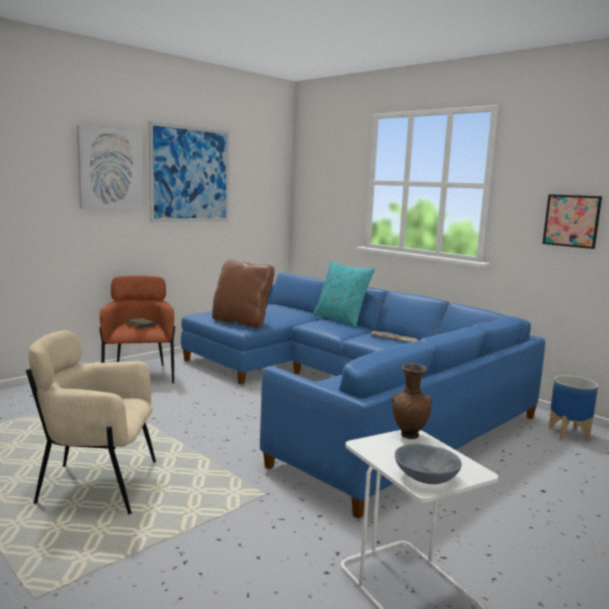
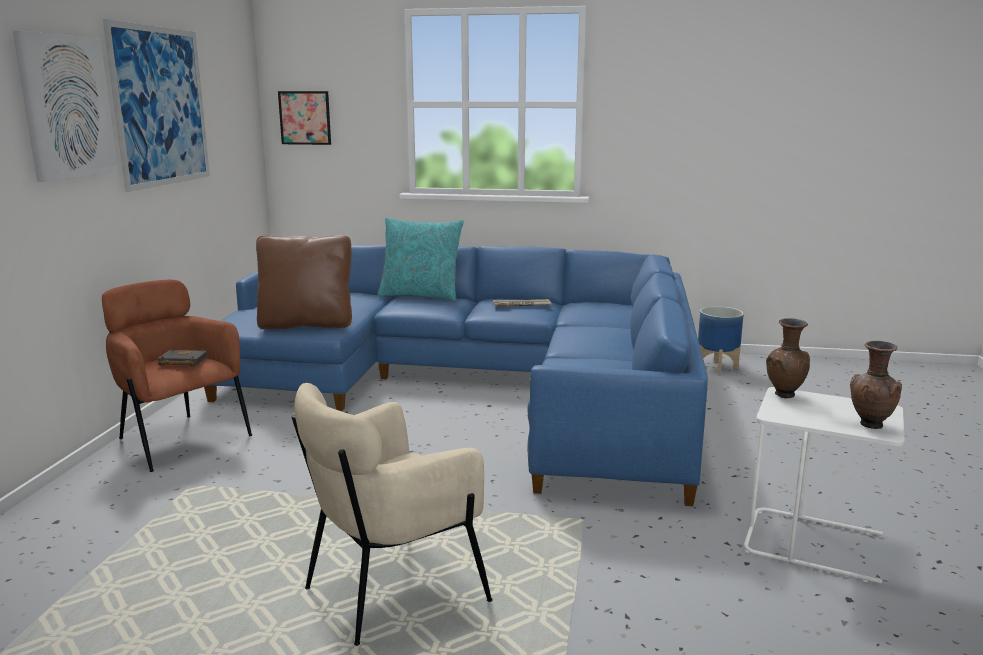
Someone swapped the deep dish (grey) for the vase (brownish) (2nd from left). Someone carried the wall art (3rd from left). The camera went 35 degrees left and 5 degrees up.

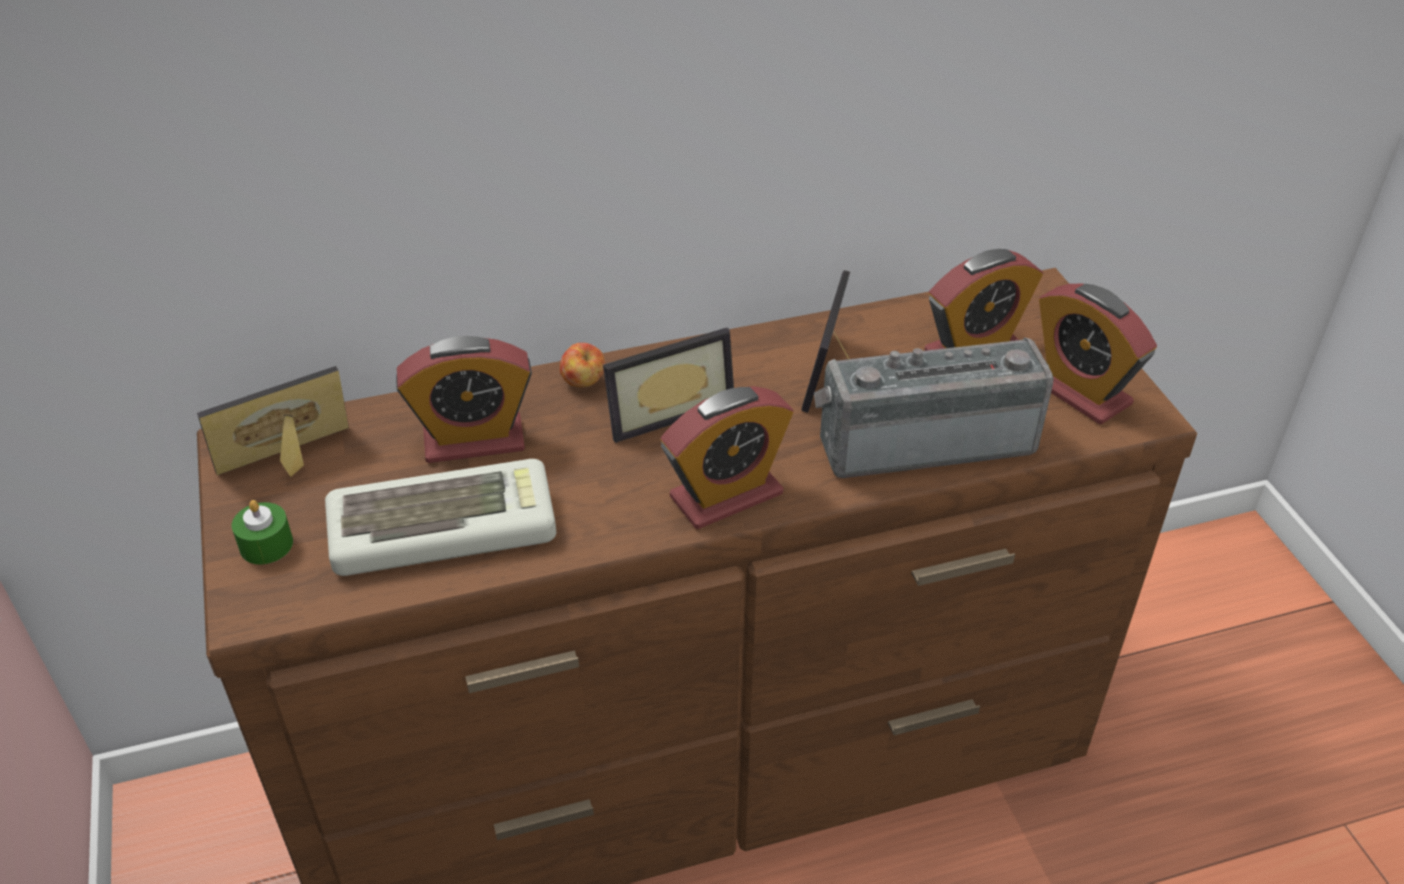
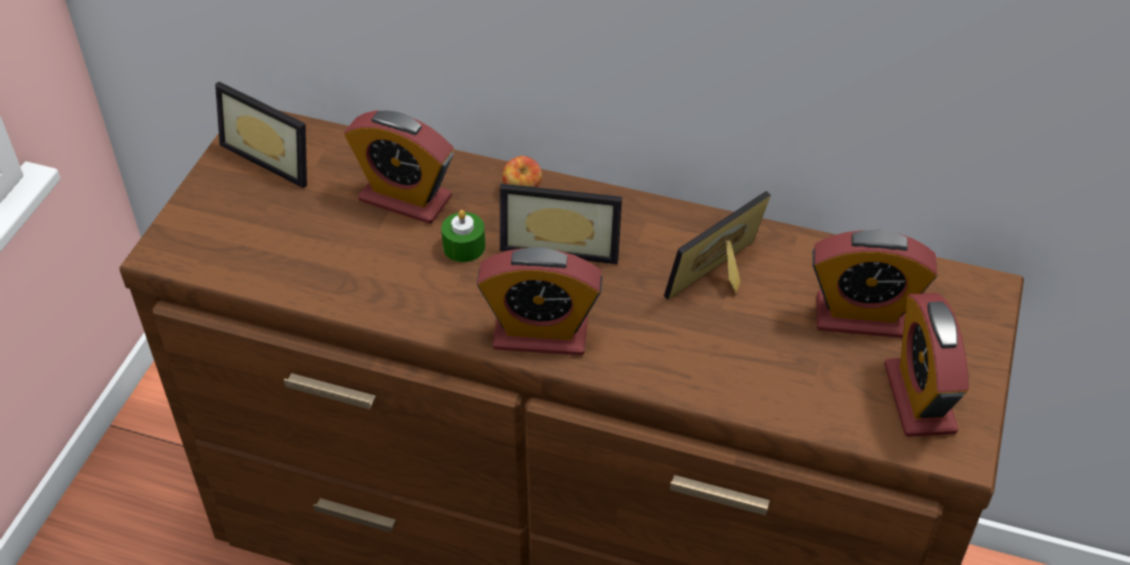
Someone rotated the picture frame (1st from left) by 150 degrees counterclockwise. Someone carried the wax candle (green-coloured). Someone took away the PC keyboard. Someone took away the radio receiver. The camera went 35 degrees right and 5 degrees up.

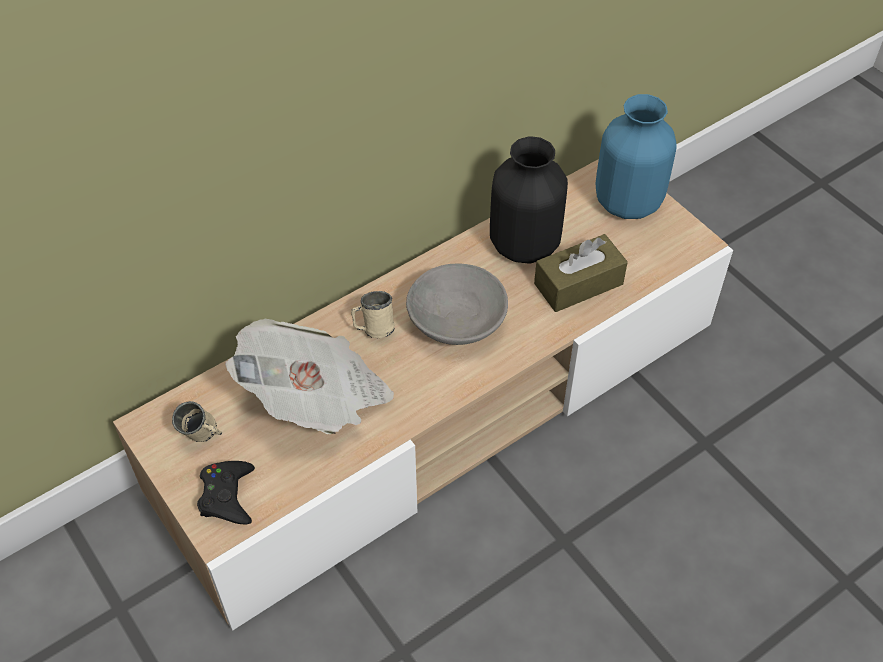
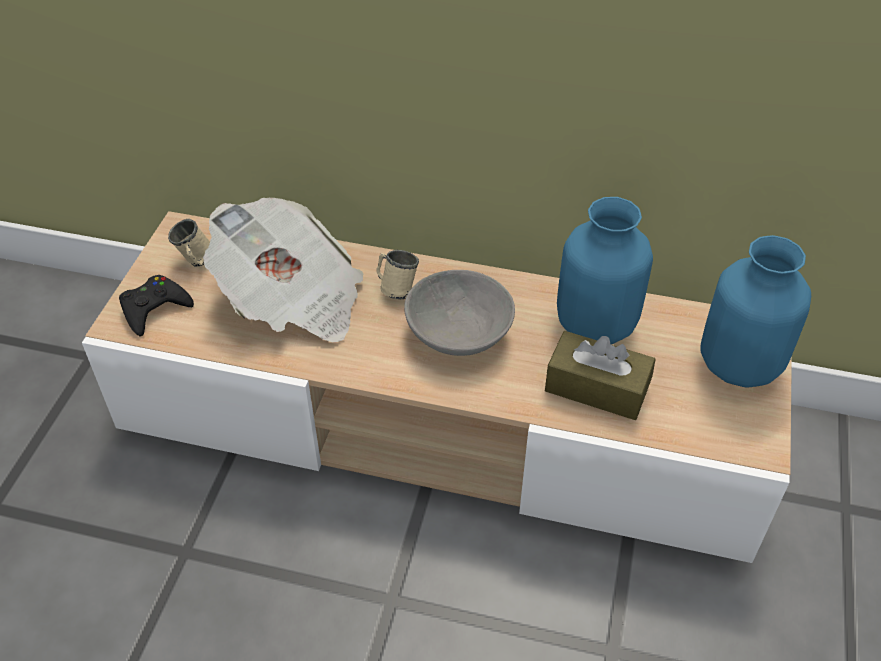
Someone repainted the vase (black-coloured), which became the vase (blue) (1st from left). The camera went 50 degrees right and 5 degrees down.

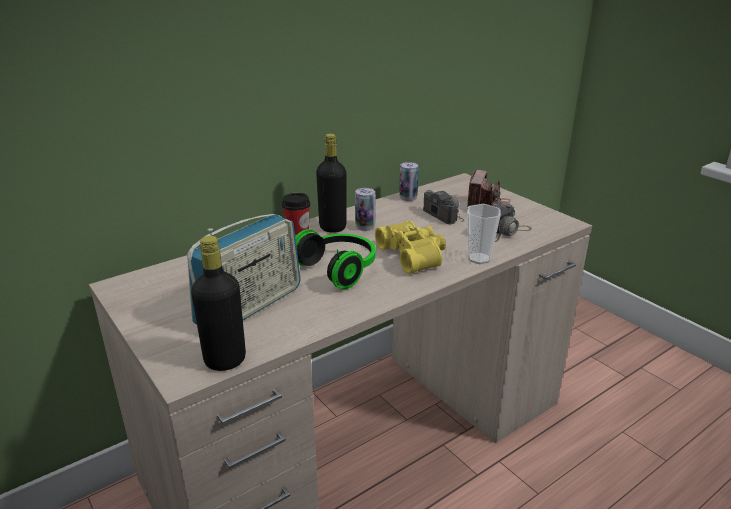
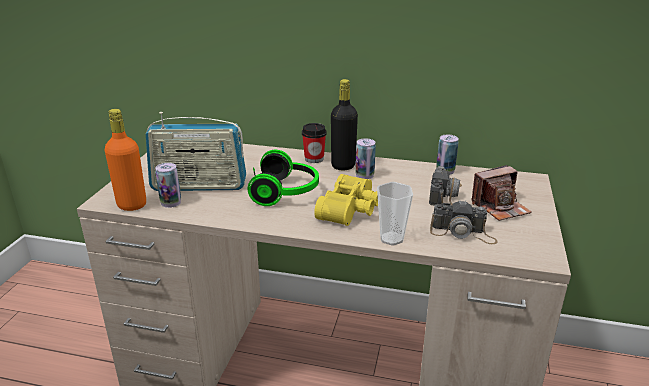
Someone repainted the bottle (black-coloured) (1st from left), which became the bottle (orange-coloured). Someone put down the sealed can (1st from left). The camera went 50 degrees right and 0 degrees up.

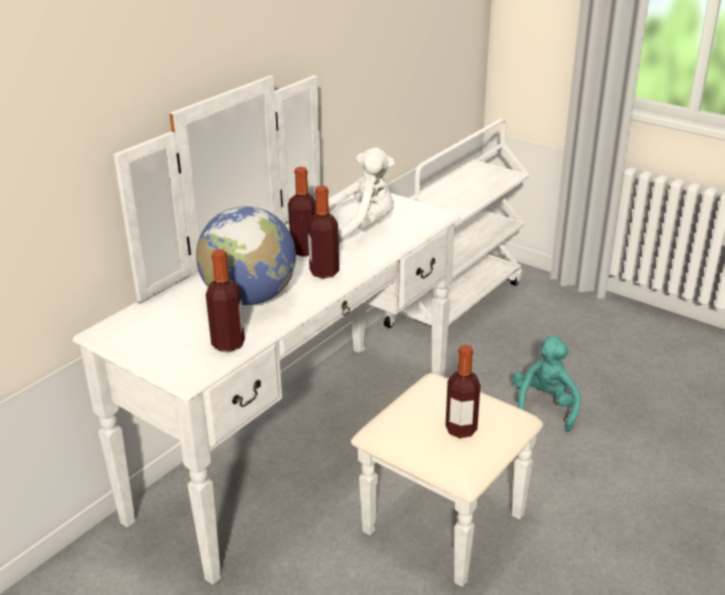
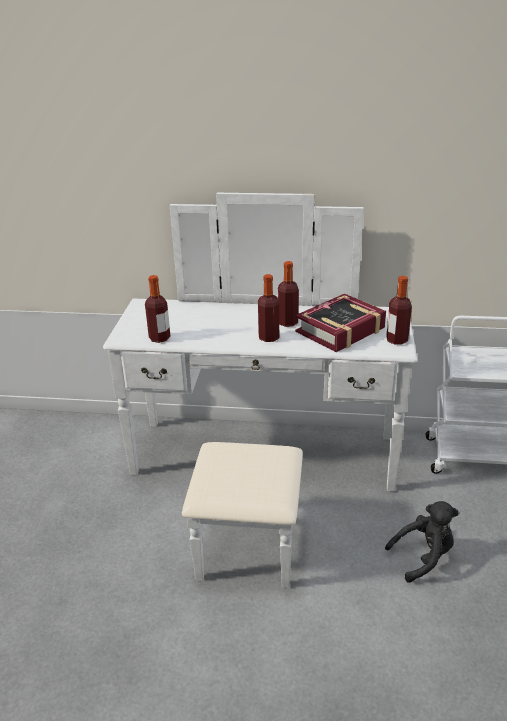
Someone took away the globe. Someone swapped the soft toy (white-coloured) for the bound book. Someone carried the bottle (4th from left). Someone repainted the soft toy (turquoise), which became the soft toy (black-coloured). The camera went 60 degrees right and 0 degrees up.

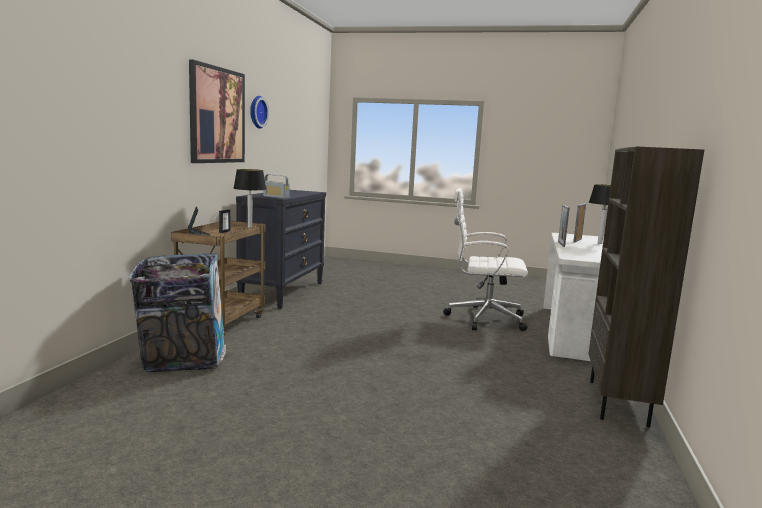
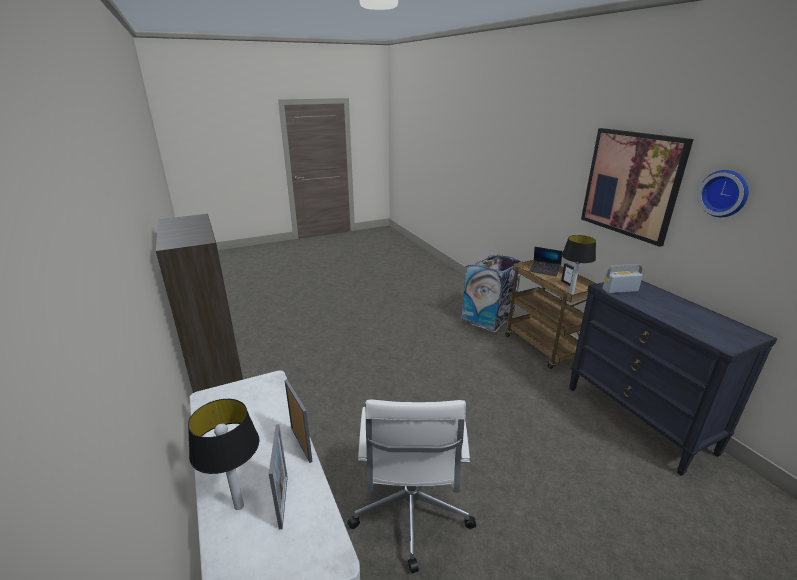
Someone rotated the desk chair (white-coloured) by 120 degrees clockwise. The camera went 140 degrees right and 15 degrees up.

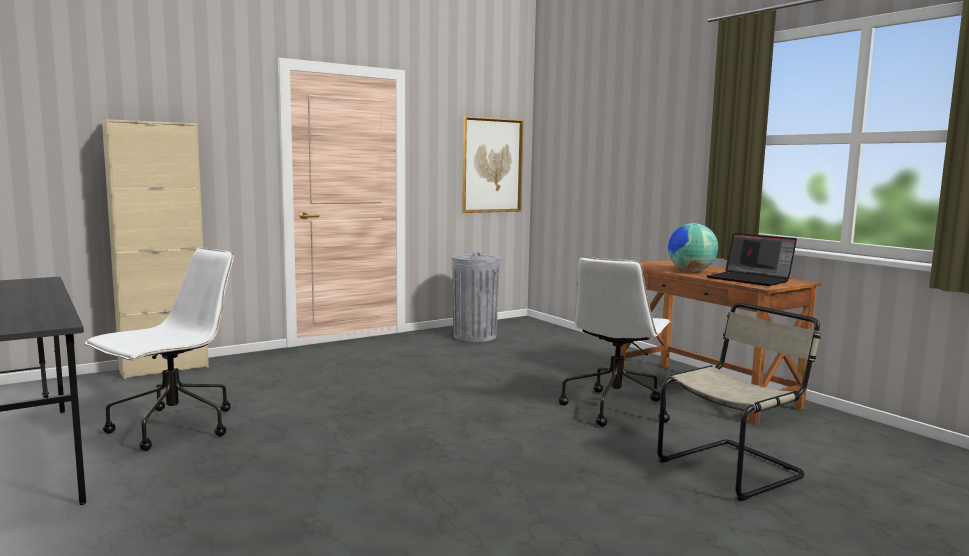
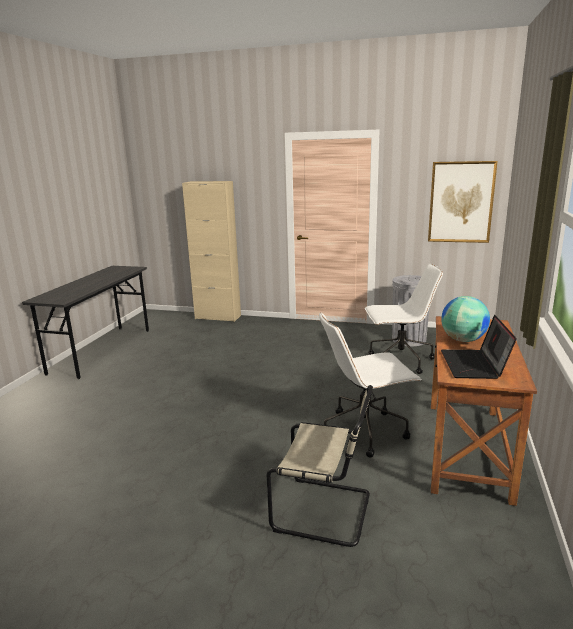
Someone carried the desk chair (white-coloured) (1st from left in the first image). The camera went 50 degrees right and 10 degrees up.

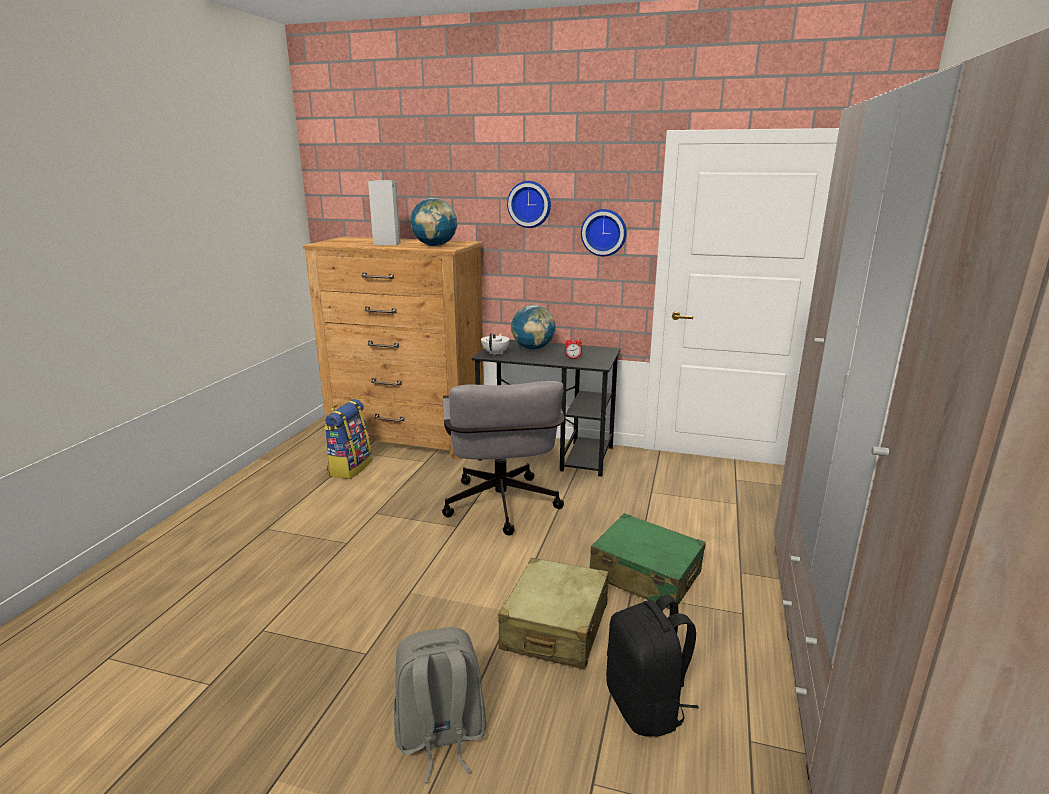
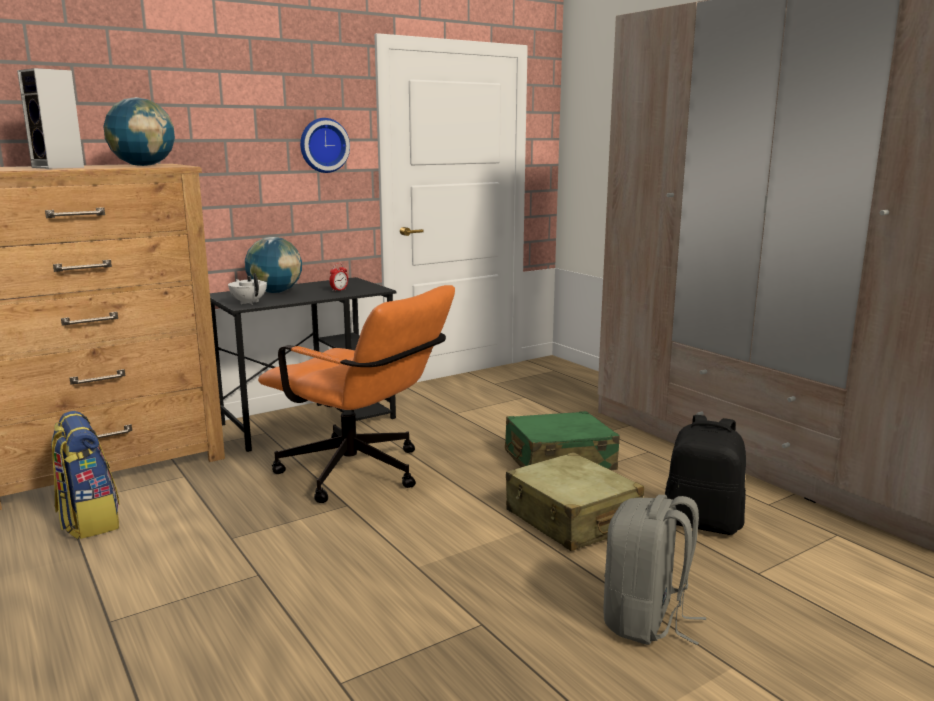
Someone repainted the desk chair (grey), which became the desk chair (orange-coloured). Someone took away the hanging clock (1st from left). The camera went 50 degrees left and 5 degrees down.

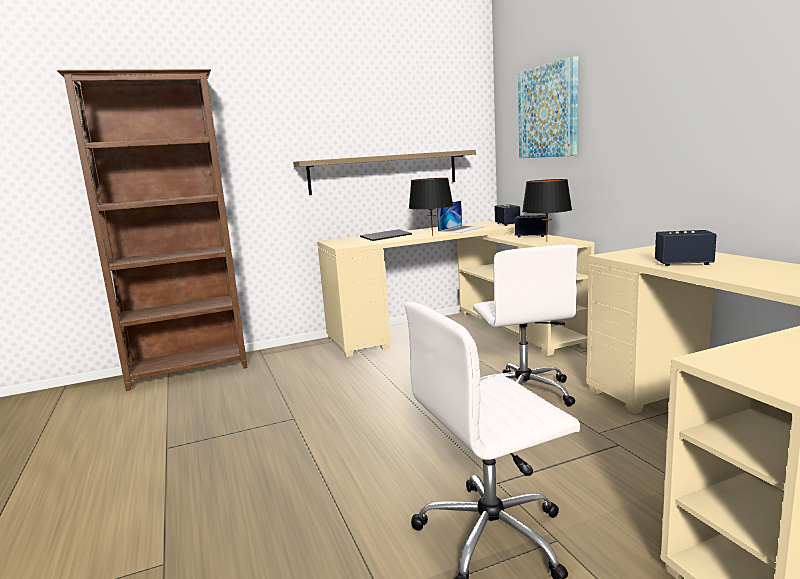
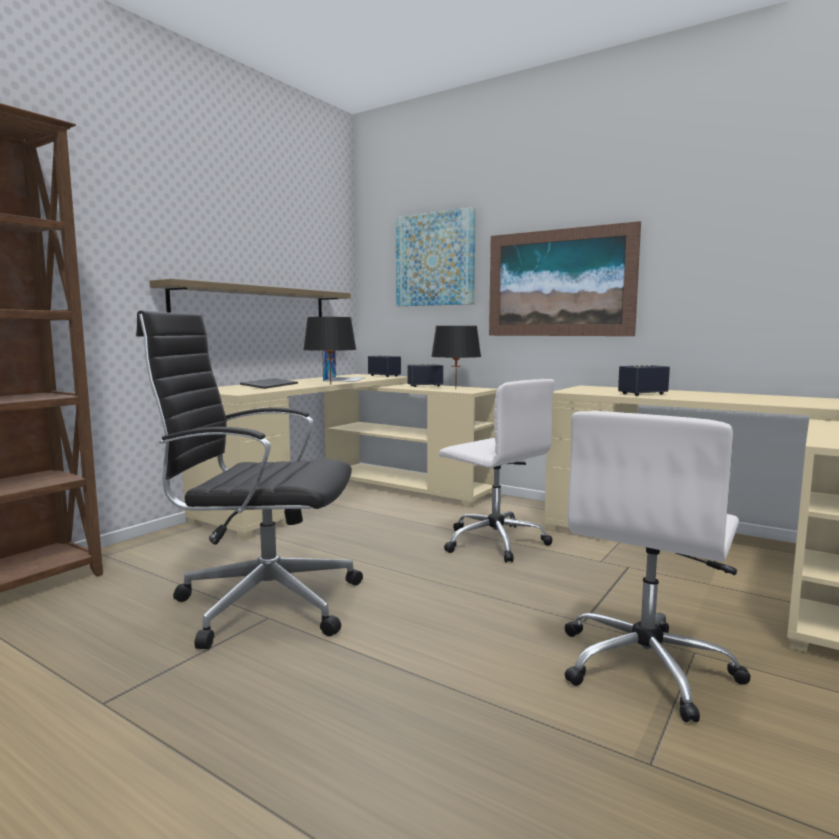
Someone put down the desk chair (black-coloured). Someone put up the wall art (2nd from left). The camera went 35 degrees left and 5 degrees down.

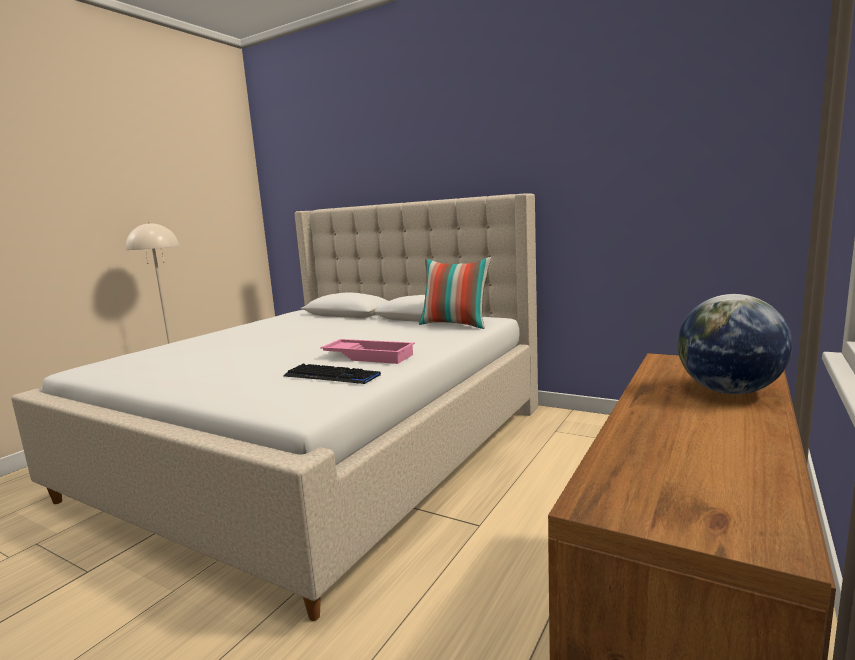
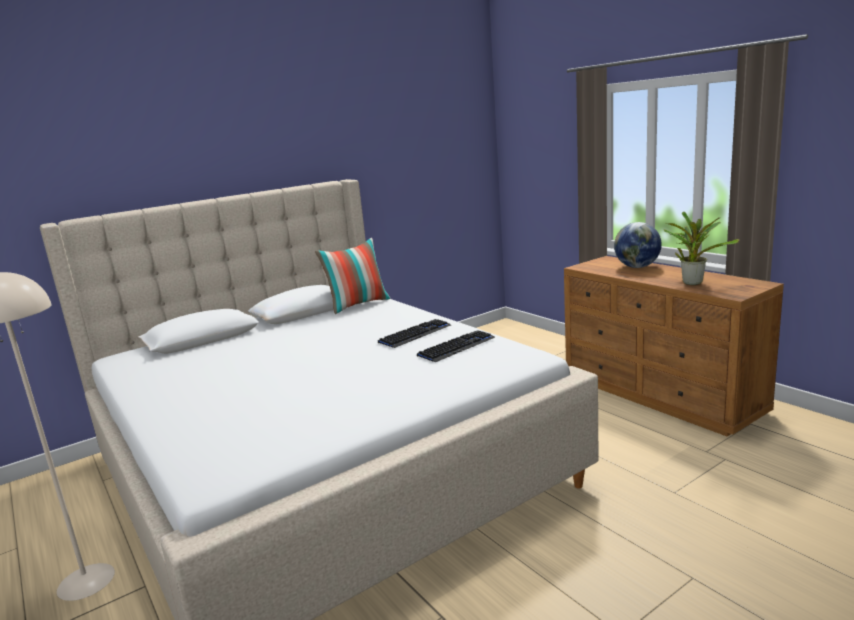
Someone swapped the tray (pink) for the PC keyboard (1st from left). Someone put down the plant in a pot. The camera went 65 degrees left and 5 degrees up.

